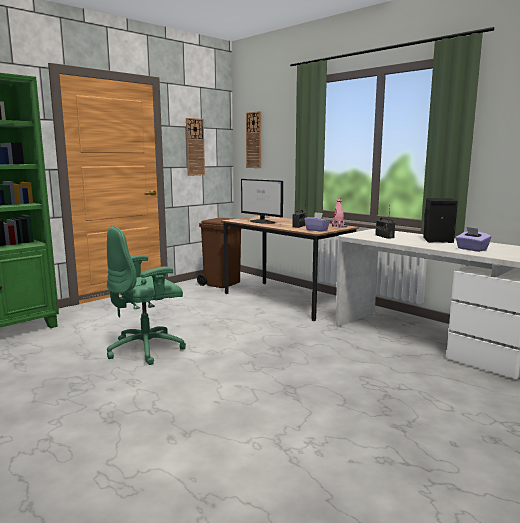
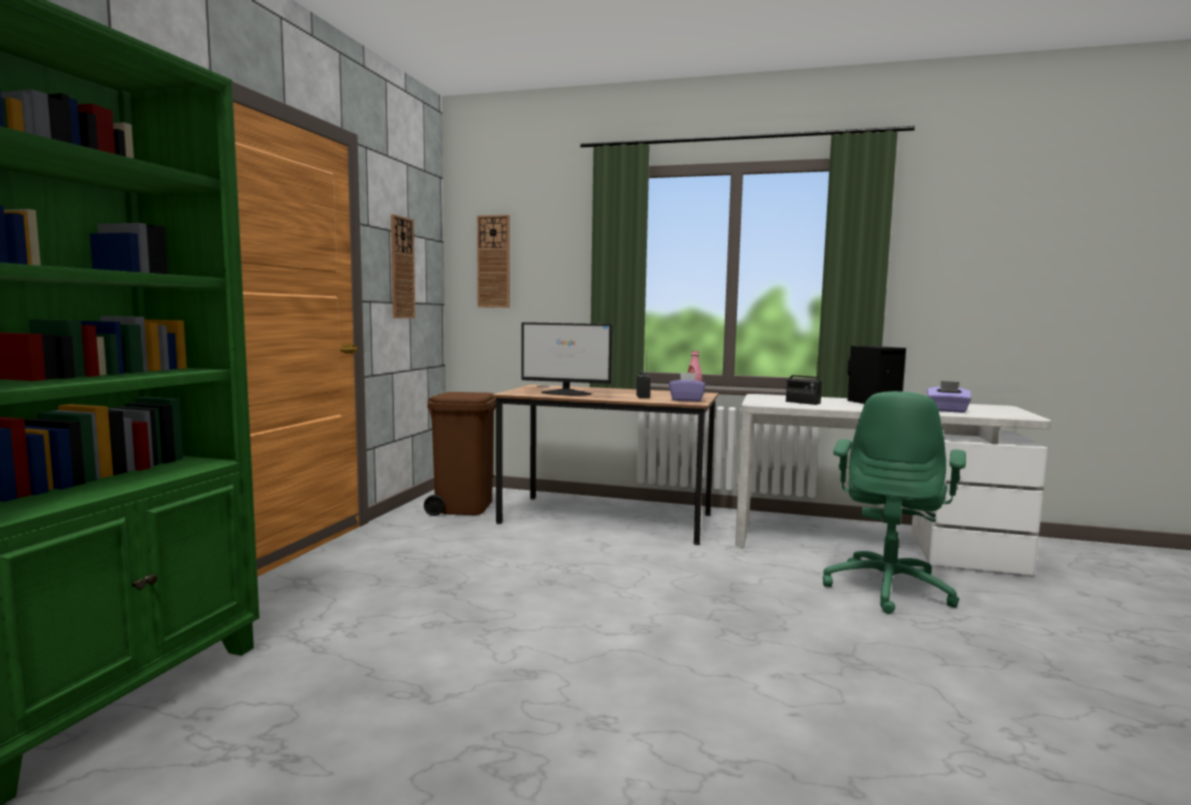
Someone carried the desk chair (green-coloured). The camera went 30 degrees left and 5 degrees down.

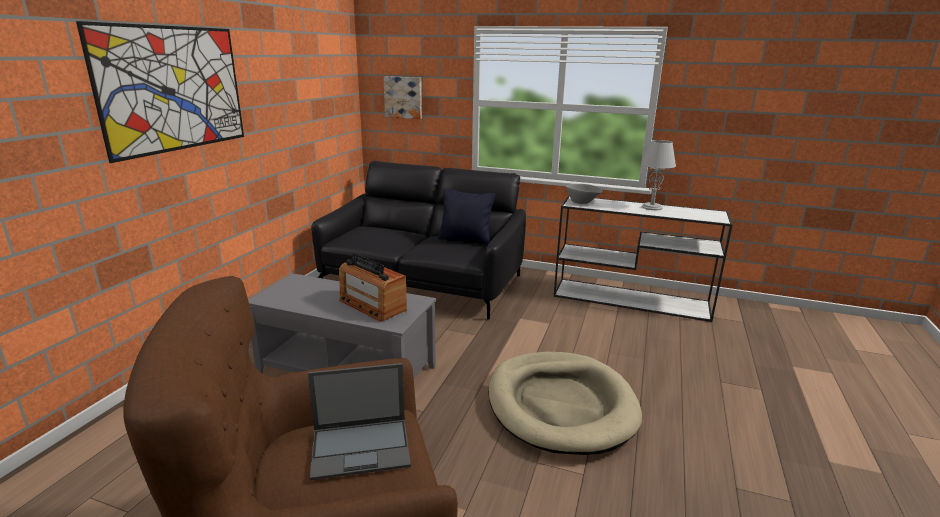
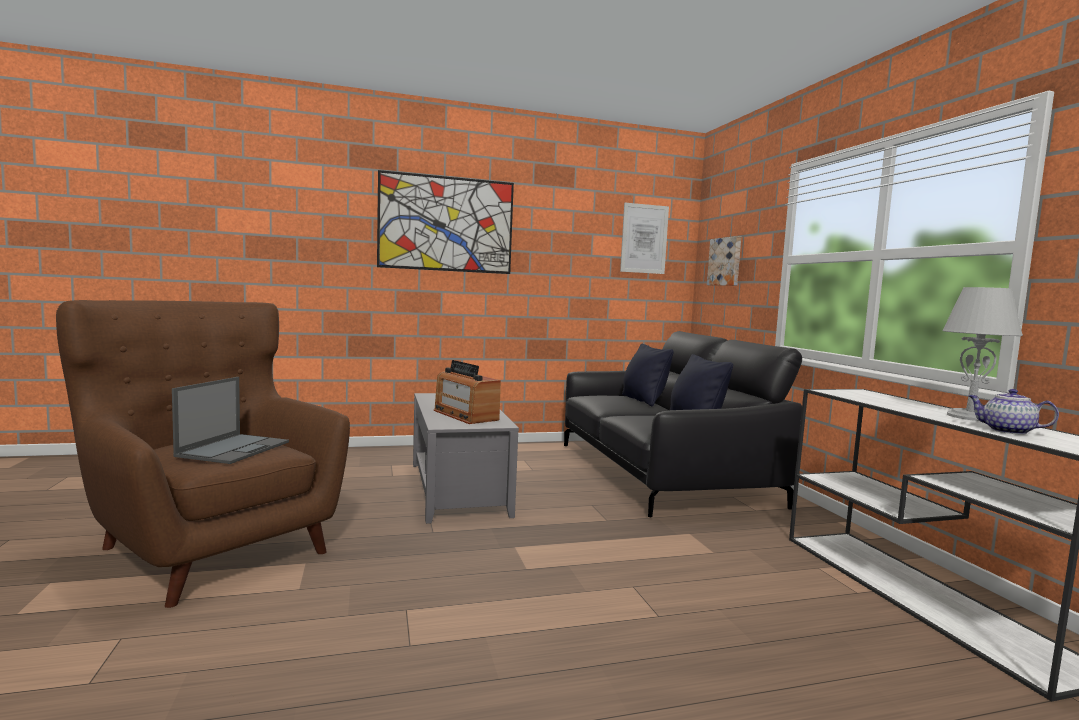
Someone rotated the portable computer by 120 degrees counterclockwise. Someone rotated the radio receiver by 45 degrees counterclockwise. Someone took away the dog bed (sand-coloured). Someone took away the deep dish (grey). Someone put up the wall art (2nd from left). Someone put down the pillow (black-coloured) (1st from left). Someone put down the tea pot. The camera went 55 degrees right and 15 degrees down.

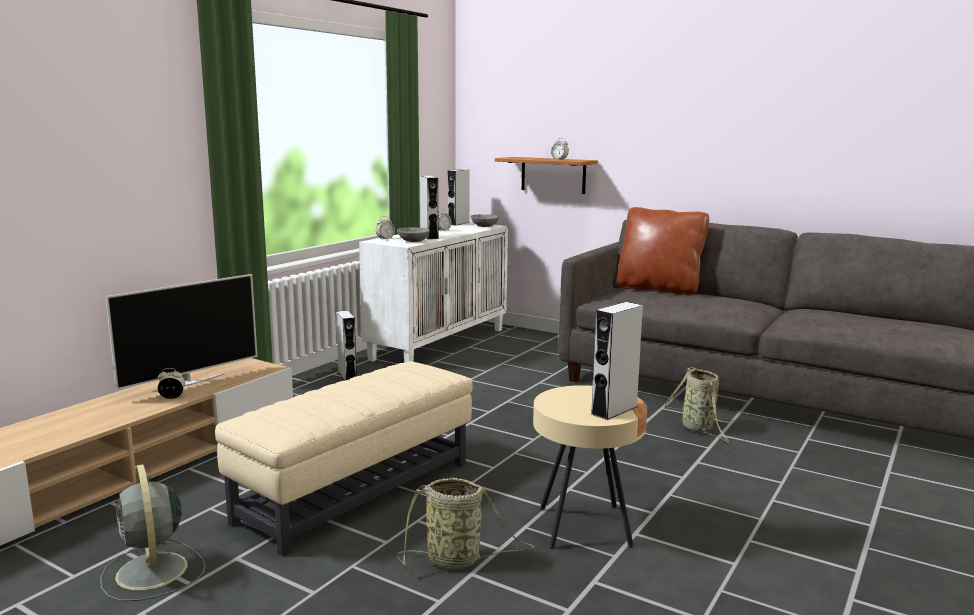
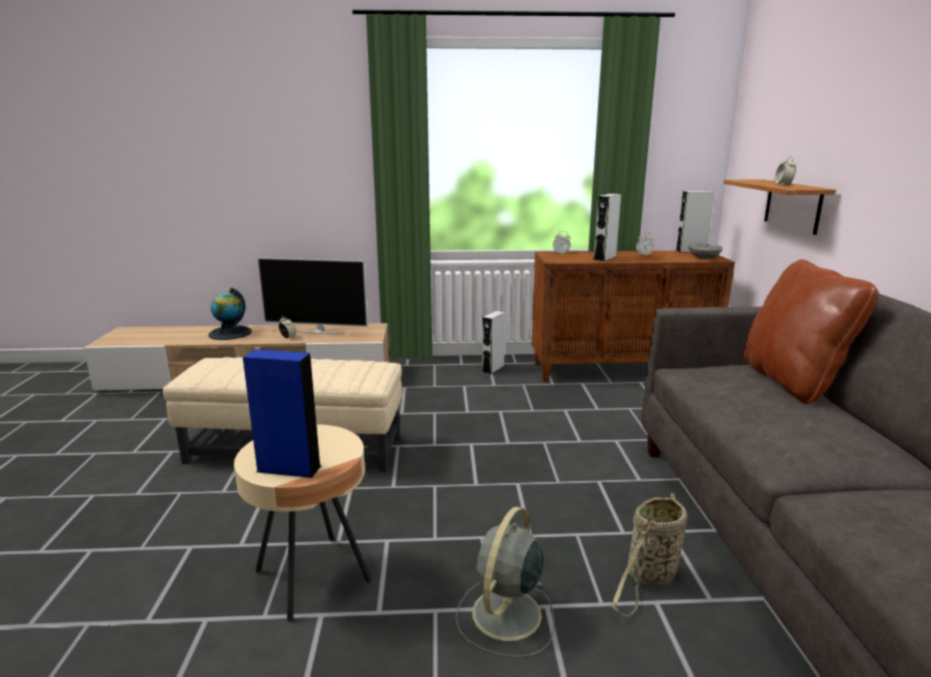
Someone carried the cooling fan (grey). Someone repainted the cupboard (white-coloured), which became the cupboard (brownish). Someone took away the deep dish (grey) (1st from left). Someone took away the basket (1st from left). Someone repainted the audio speaker (grey) (4th from left), which became the audio speaker (blue). Someone put down the globe. The camera went 55 degrees right and 5 degrees up.

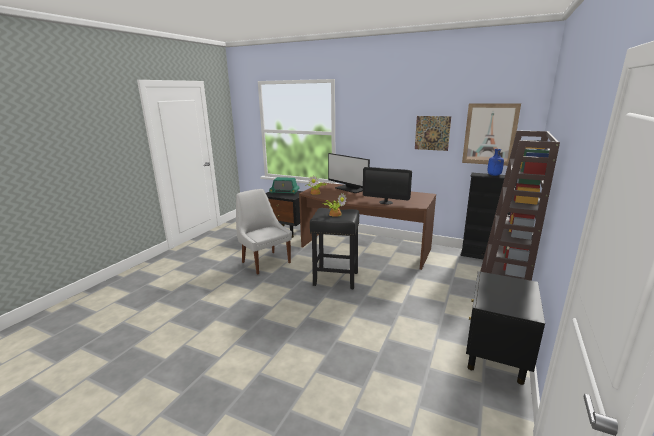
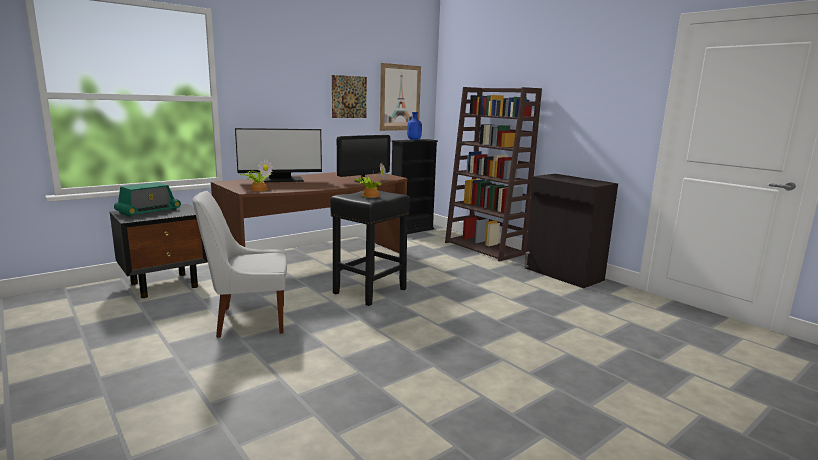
Someone swapped the nightstand (black-coloured) (2nd from left) for the cupboard (black-coloured). The camera went 65 degrees left and 5 degrees down.

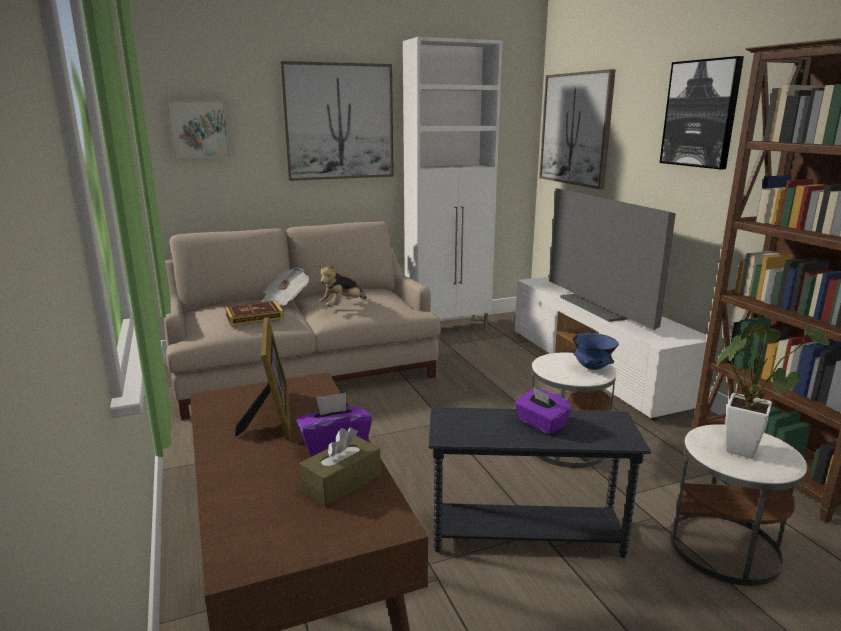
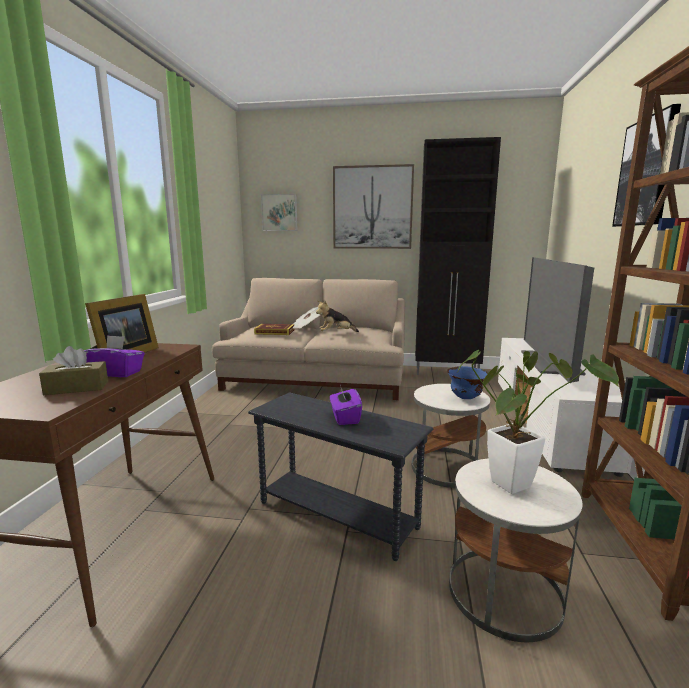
Someone repainted the cupboard (white-coloured), which became the cupboard (black-coloured). Someone took away the wall art (3rd from left). The camera went 30 degrees right and 5 degrees down.

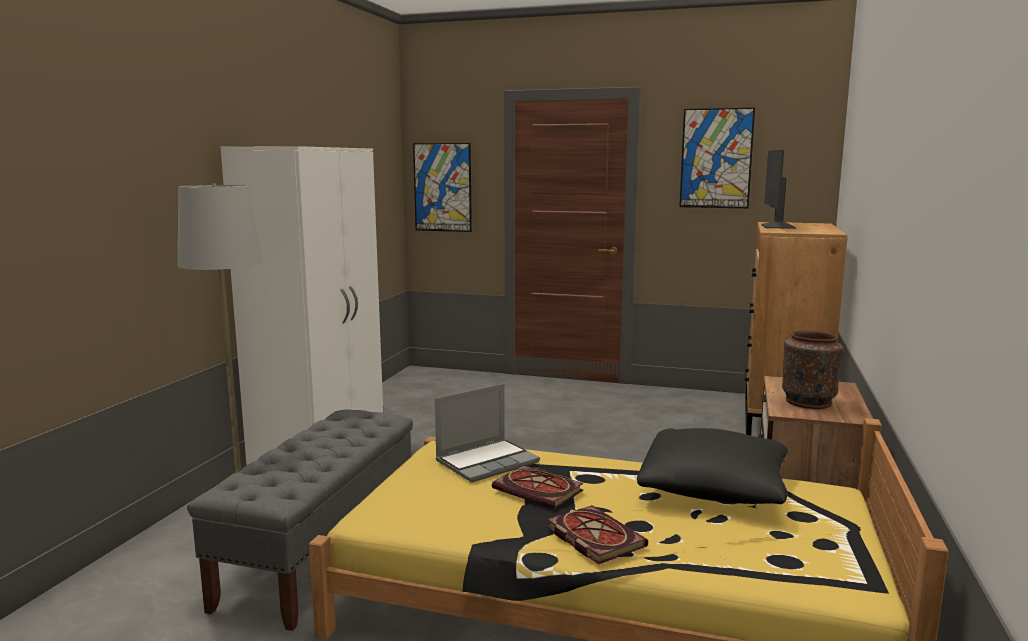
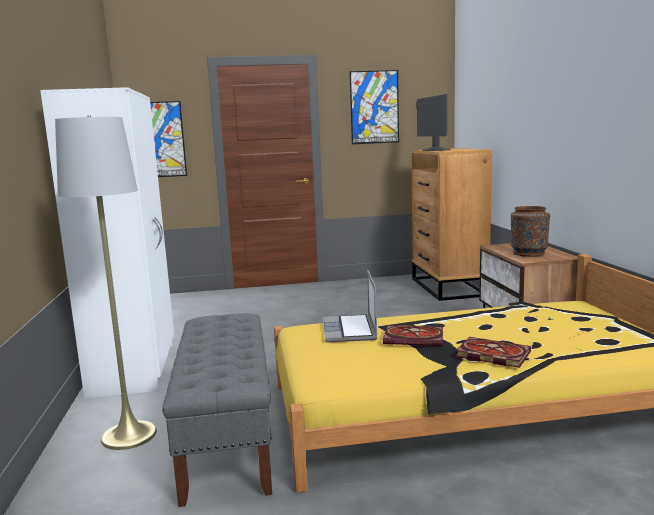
Someone rotated the portable computer by 150 degrees clockwise. Someone took away the pillow (black-coloured). The camera went 25 degrees left and 0 degrees up.

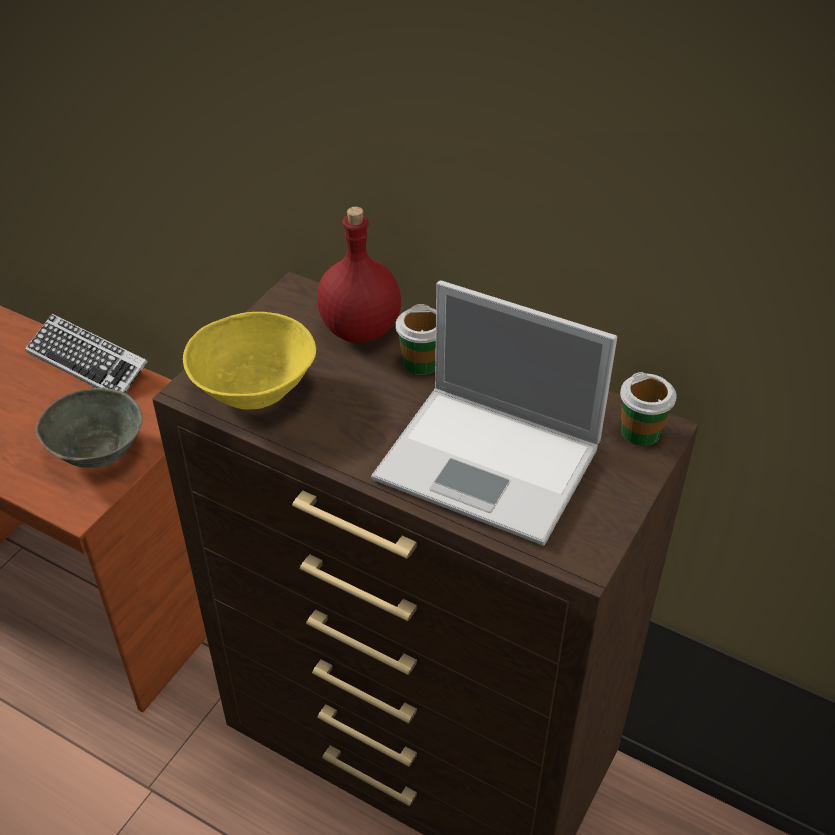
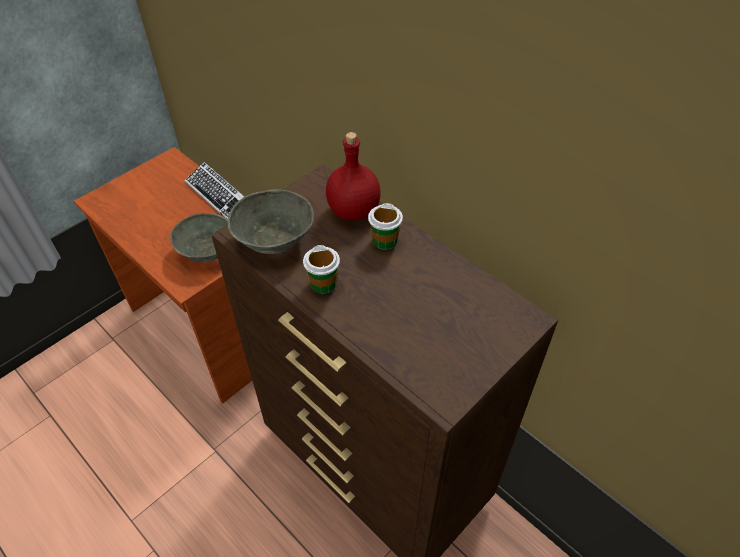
Someone repainted the deep dish (yellowish), which became the deep dish (grey) (2nd from left). Someone took away the portable computer. Someone carried the drinking cup (2nd from left in the first image). The camera went 15 degrees right and 5 degrees up.

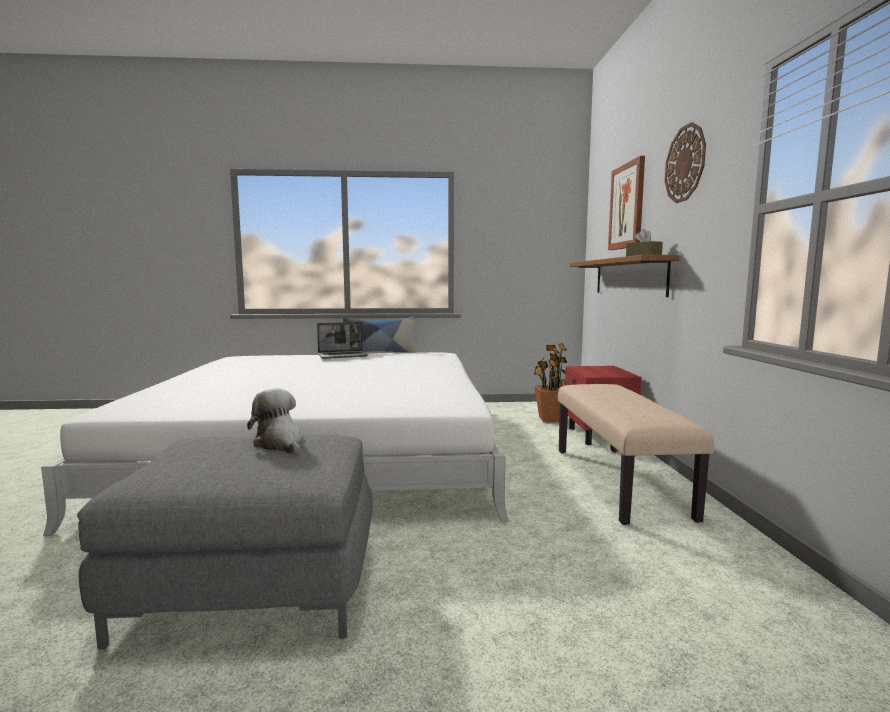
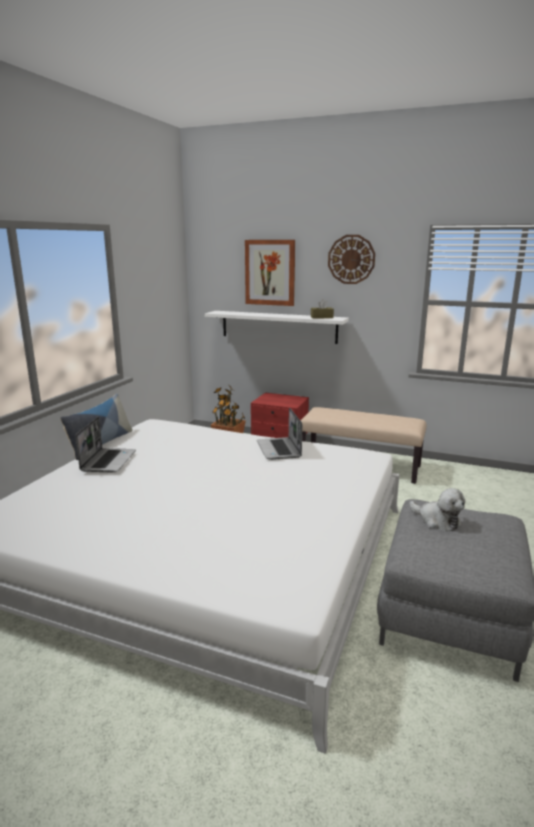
Someone rotated the soft toy by 120 degrees counterclockwise. Someone repainted the shelf (brownish), which became the shelf (white-coloured). Someone put down the portable computer (2nd from left). The camera went 65 degrees left and 10 degrees up.

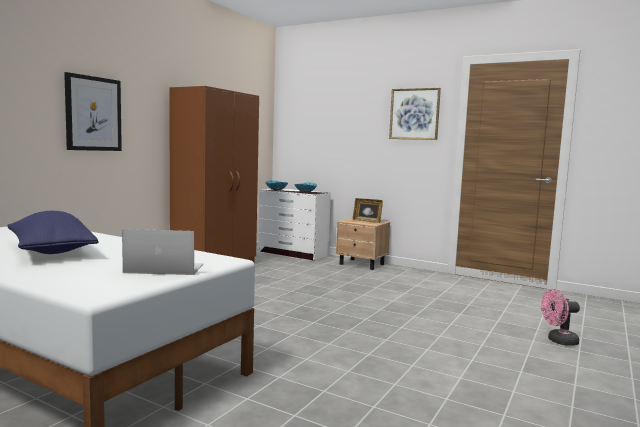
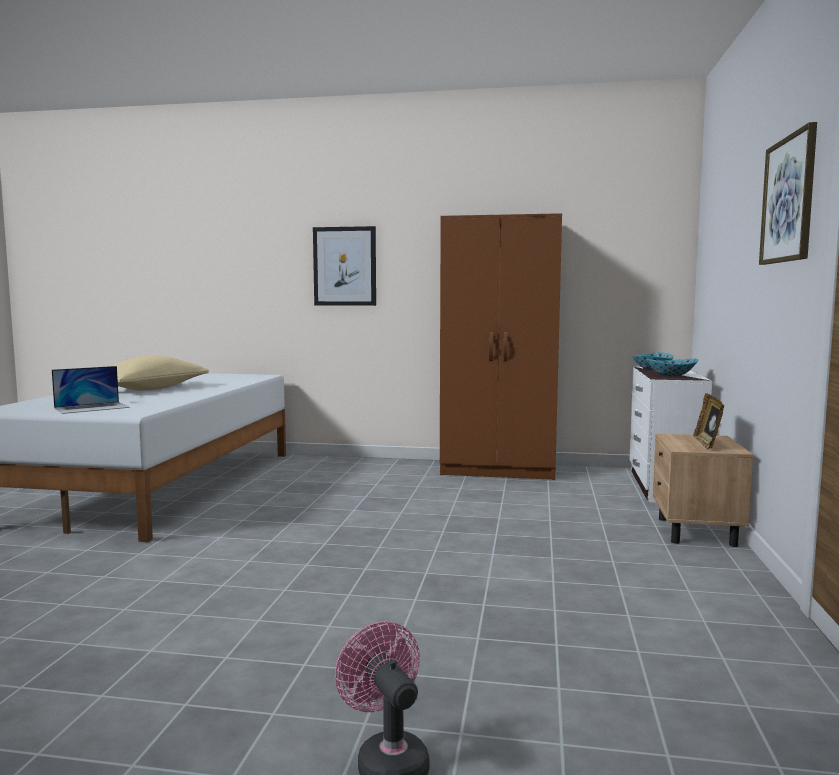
Someone repainted the pillow (blue), which became the pillow (sand-coloured). Someone rotated the portable computer by 75 degrees clockwise. The camera went 70 degrees right and 0 degrees up.

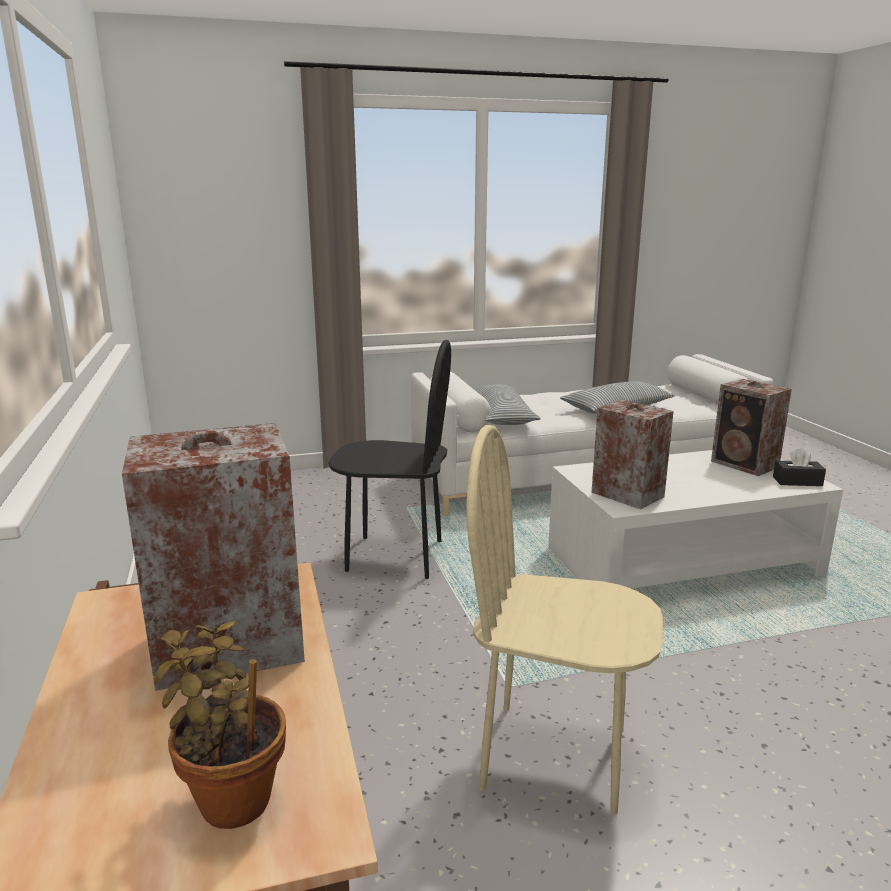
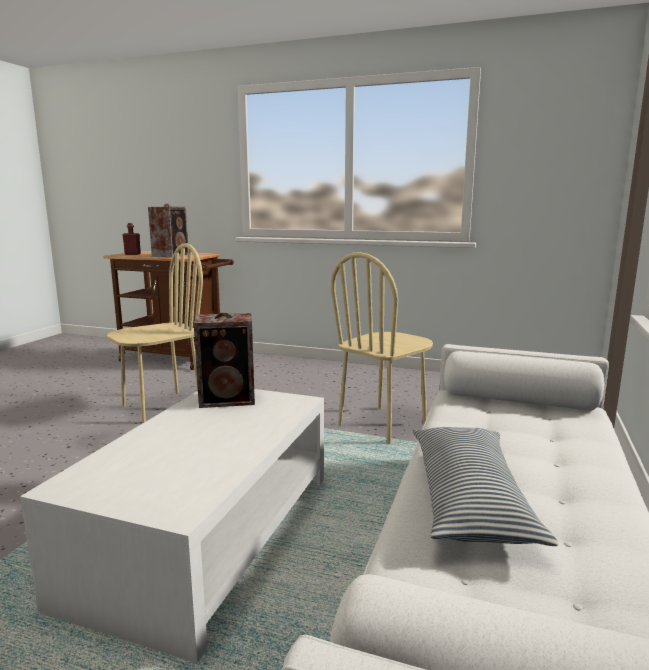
Someone swapped the plant in a pot for the bottle (red). Someone repainted the chair (black-coloured), which became the chair (sand-coloured) (2nd from left). Someone took away the pillow (1st from left). Someone took away the audio speaker (3rd from left). Someone took away the box of tissues (black-coloured). The camera went 125 degrees right and 5 degrees down.

